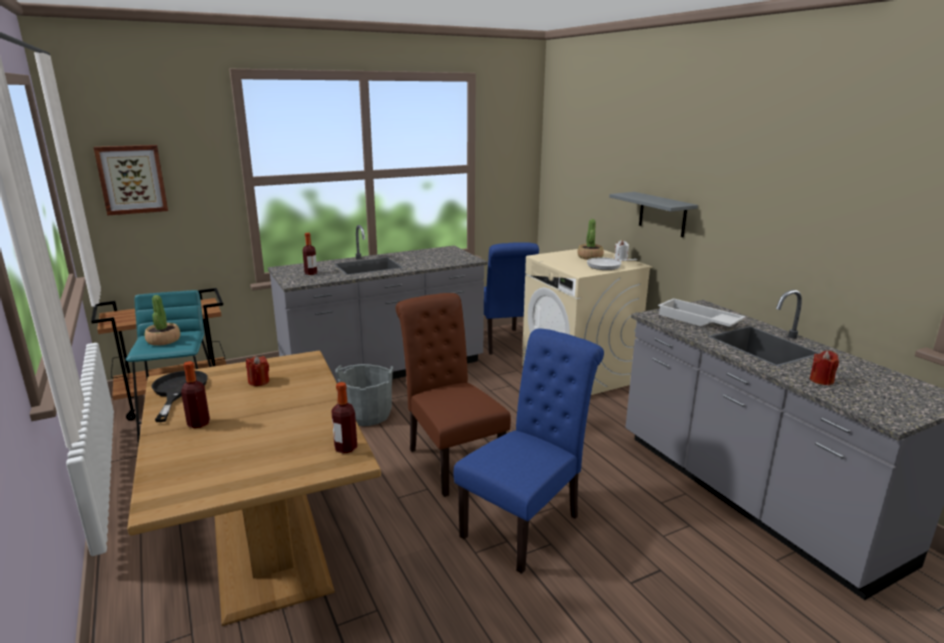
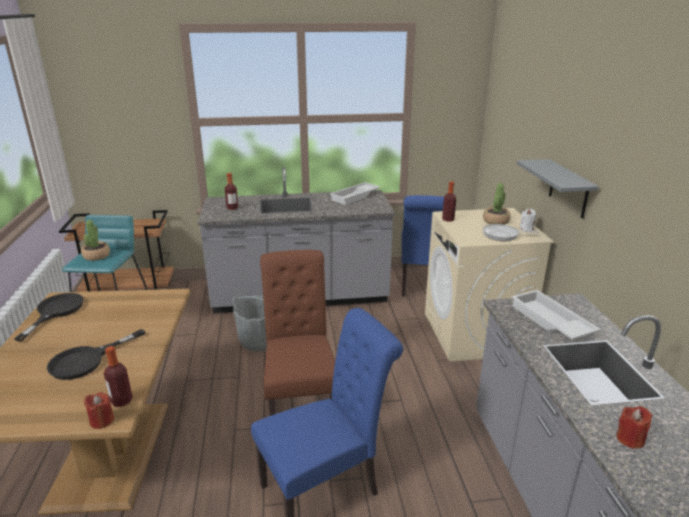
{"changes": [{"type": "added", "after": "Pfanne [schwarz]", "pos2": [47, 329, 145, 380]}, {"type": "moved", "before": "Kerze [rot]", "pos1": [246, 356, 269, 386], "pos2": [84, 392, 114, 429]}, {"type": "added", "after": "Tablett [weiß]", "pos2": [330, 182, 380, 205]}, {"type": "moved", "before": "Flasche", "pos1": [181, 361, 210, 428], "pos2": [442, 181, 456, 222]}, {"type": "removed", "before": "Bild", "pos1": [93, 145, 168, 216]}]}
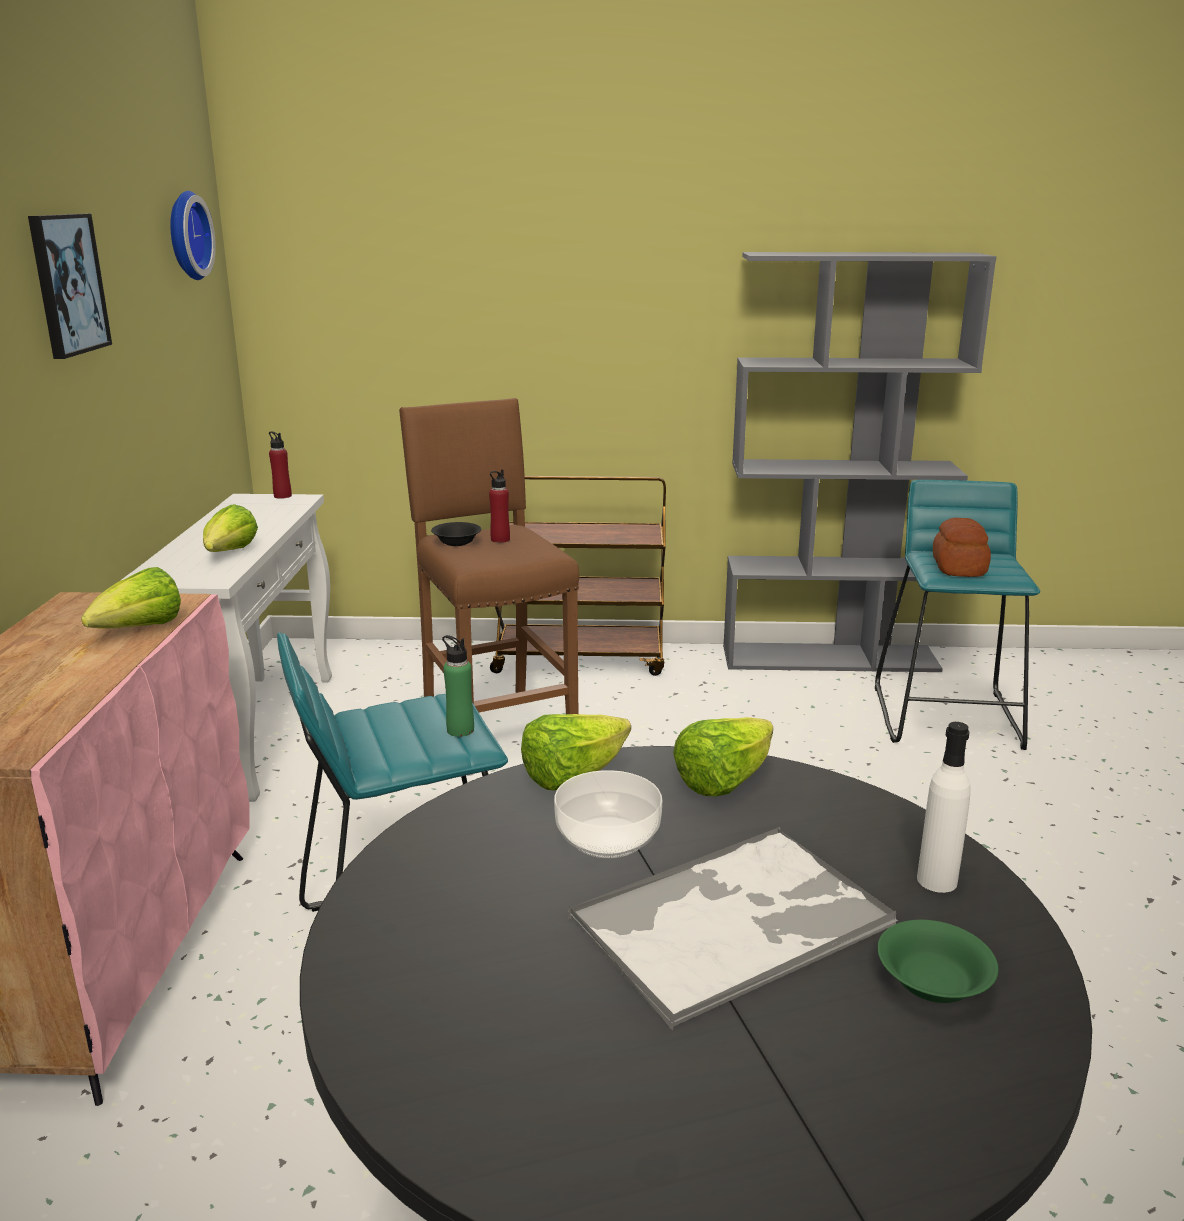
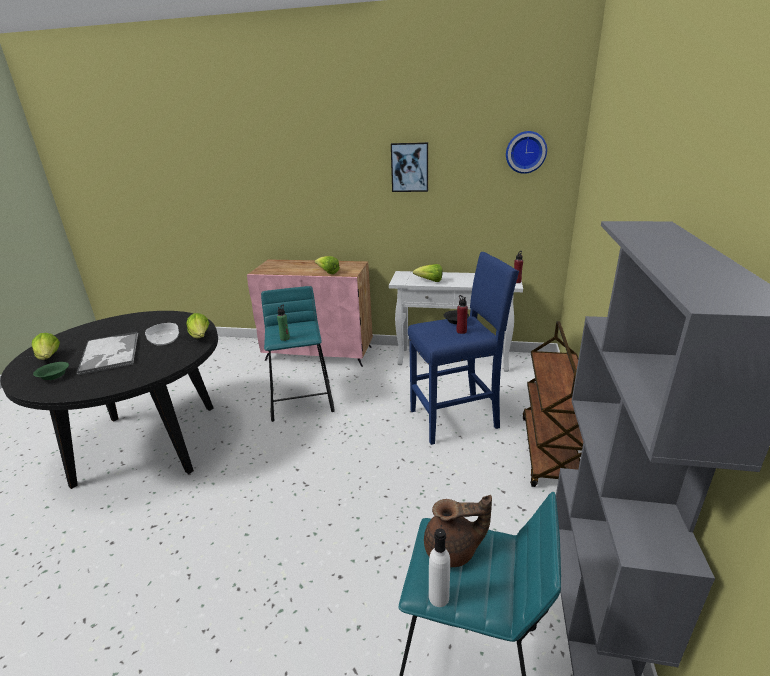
{"changes": [{"type": "moved", "before": "Salatkopf", "pos1": [673, 717, 773, 796], "pos2": [32, 333, 60, 360]}, {"type": "recoloured", "before": "Hocker [braun]", "after": "Hocker [blau]", "pos1": [399, 398, 579, 714], "pos2": [408, 252, 519, 445]}, {"type": "replaced", "before": "Brot", "after": "Teekanne [braun]", "pos1": [933, 518, 991, 577], "pos2": [424, 495, 492, 567]}, {"type": "moved", "before": "Flasche [weiß]", "pos1": [917, 722, 971, 893], "pos2": [429, 528, 450, 607]}]}
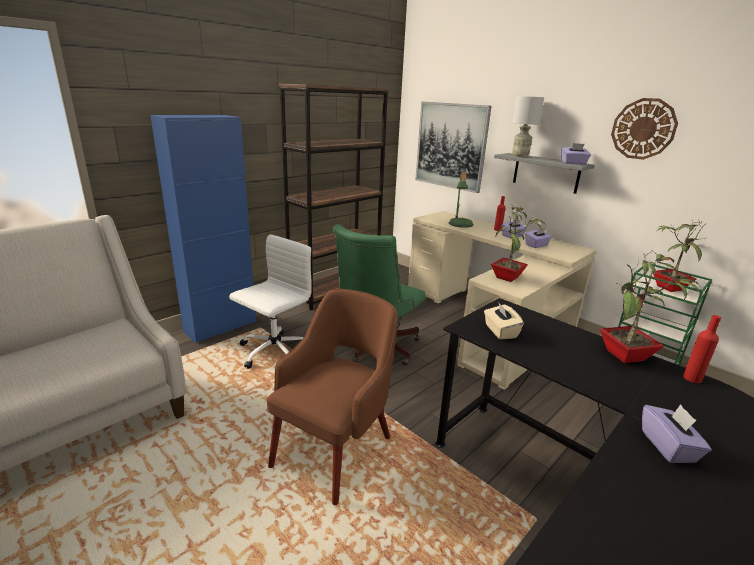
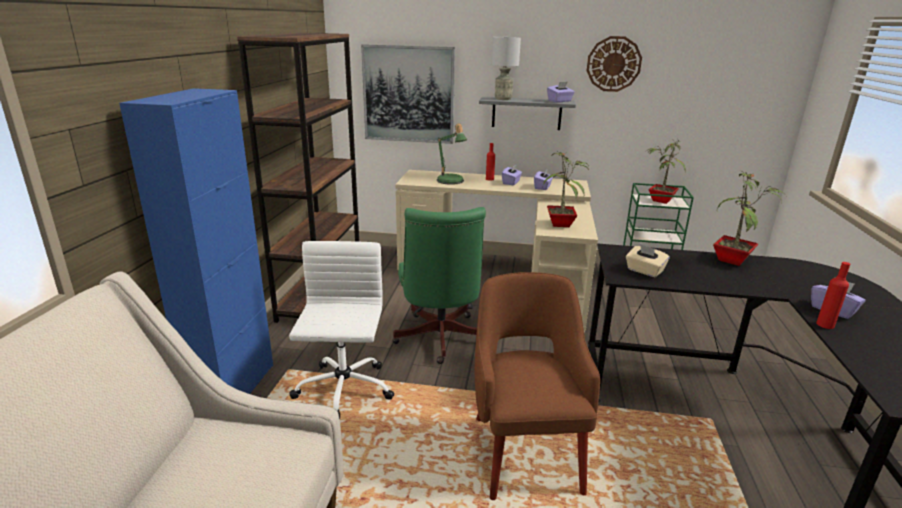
{"changes": [{"type": "moved", "before": "Flasche [rot]", "pos1": [683, 315, 721, 383], "pos2": [816, 262, 850, 329]}]}
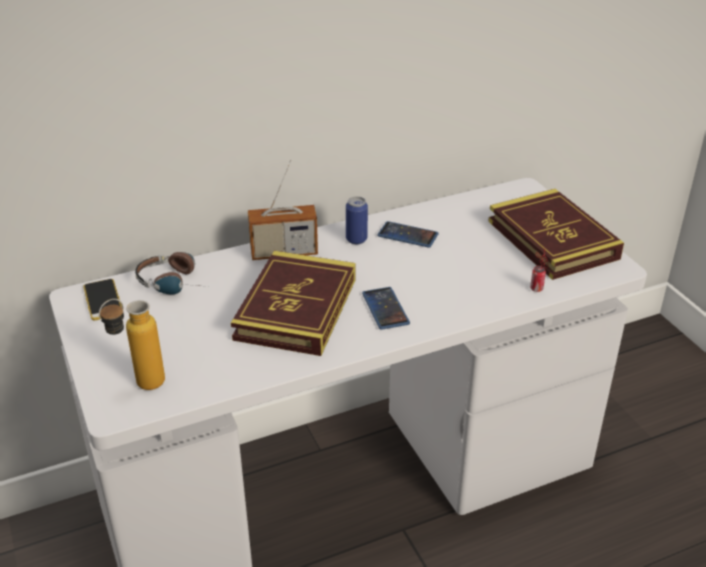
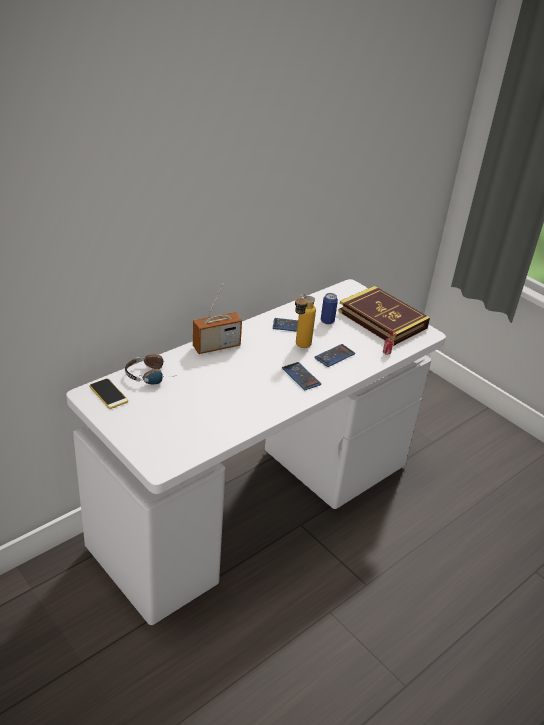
{"changes": [{"type": "moved", "before": "Flasche", "pos1": [99, 299, 165, 390], "pos2": [295, 294, 316, 348]}, {"type": "added", "after": "Handy", "pos2": [314, 344, 355, 367]}, {"type": "moved", "before": "Dose", "pos1": [346, 196, 368, 244], "pos2": [321, 293, 338, 324]}, {"type": "removed", "before": "Buch", "pos1": [231, 251, 356, 356]}]}
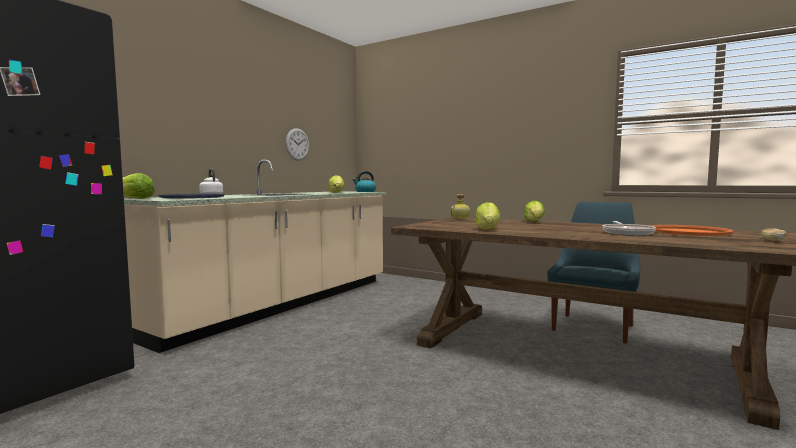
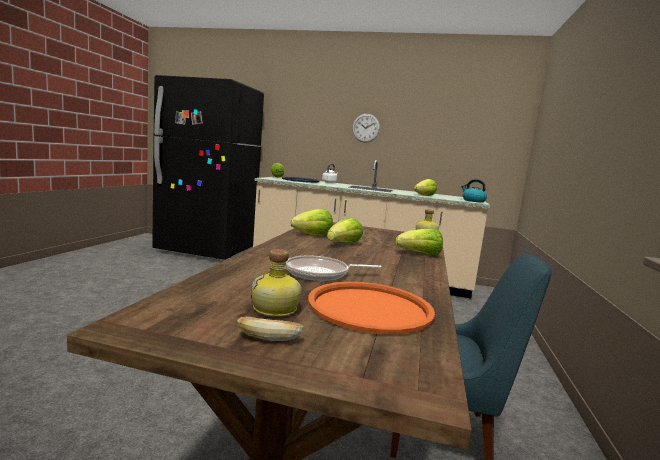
{"changes": [{"type": "added", "after": "Flasche", "pos2": [251, 249, 302, 317]}, {"type": "added", "after": "Salatkopf", "pos2": [327, 217, 363, 243]}, {"type": "moved", "before": "Wanduhr", "pos1": [286, 128, 309, 160], "pos2": [352, 114, 380, 143]}]}
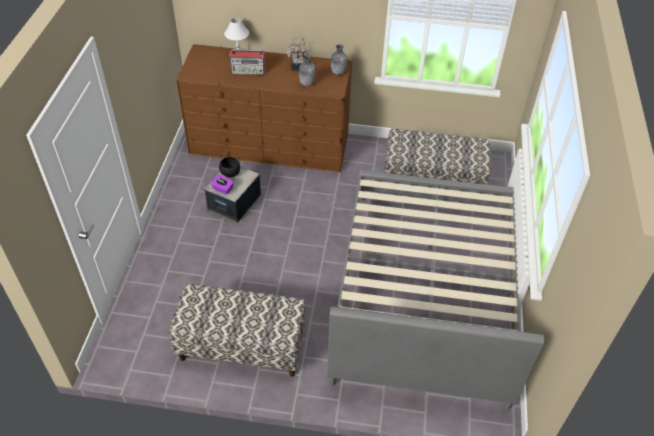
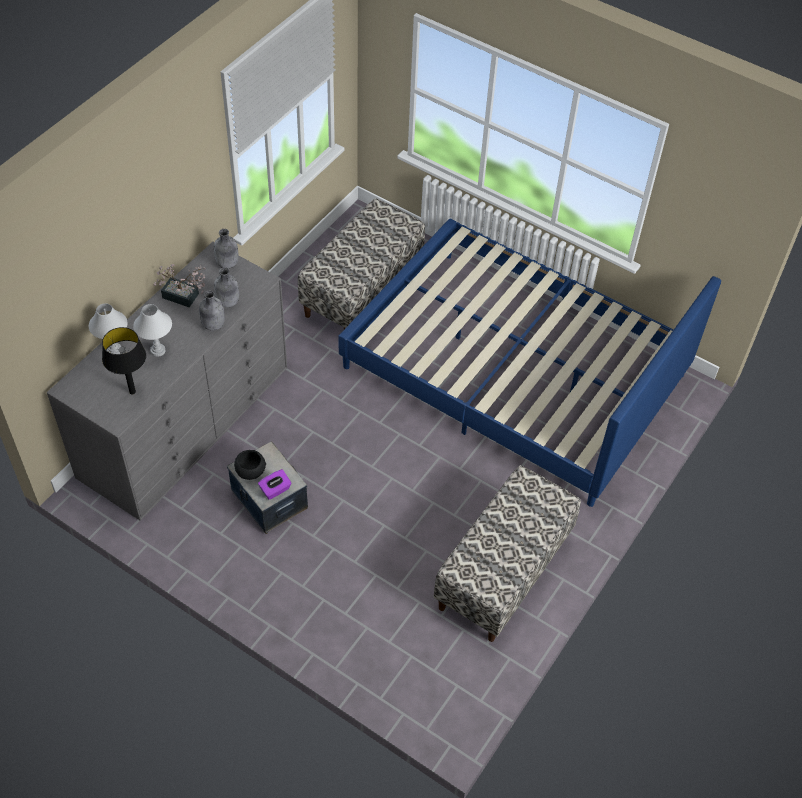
{"changes": [{"type": "recoloured", "before": "Kommode [braun]", "after": "Kommode [grau]", "pos1": [176, 44, 352, 172], "pos2": [47, 242, 287, 521]}, {"type": "added", "after": "Tischlampe [schwarz]", "pos2": [102, 327, 146, 395]}, {"type": "replaced", "before": "Radio", "after": "Tischlampe [weiß]", "pos1": [229, 49, 266, 75], "pos2": [133, 304, 172, 357]}, {"type": "added", "after": "Flasche [grau]", "pos2": [199, 290, 225, 331]}, {"type": "recoloured", "before": "Bett [grau]", "after": "Bett [blau]", "pos1": [327, 170, 544, 411], "pos2": [338, 218, 721, 507]}]}
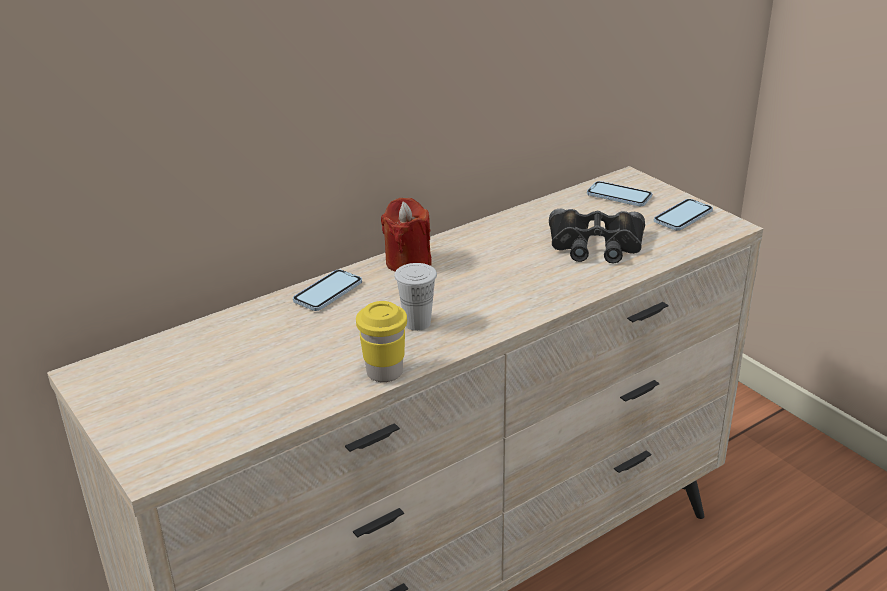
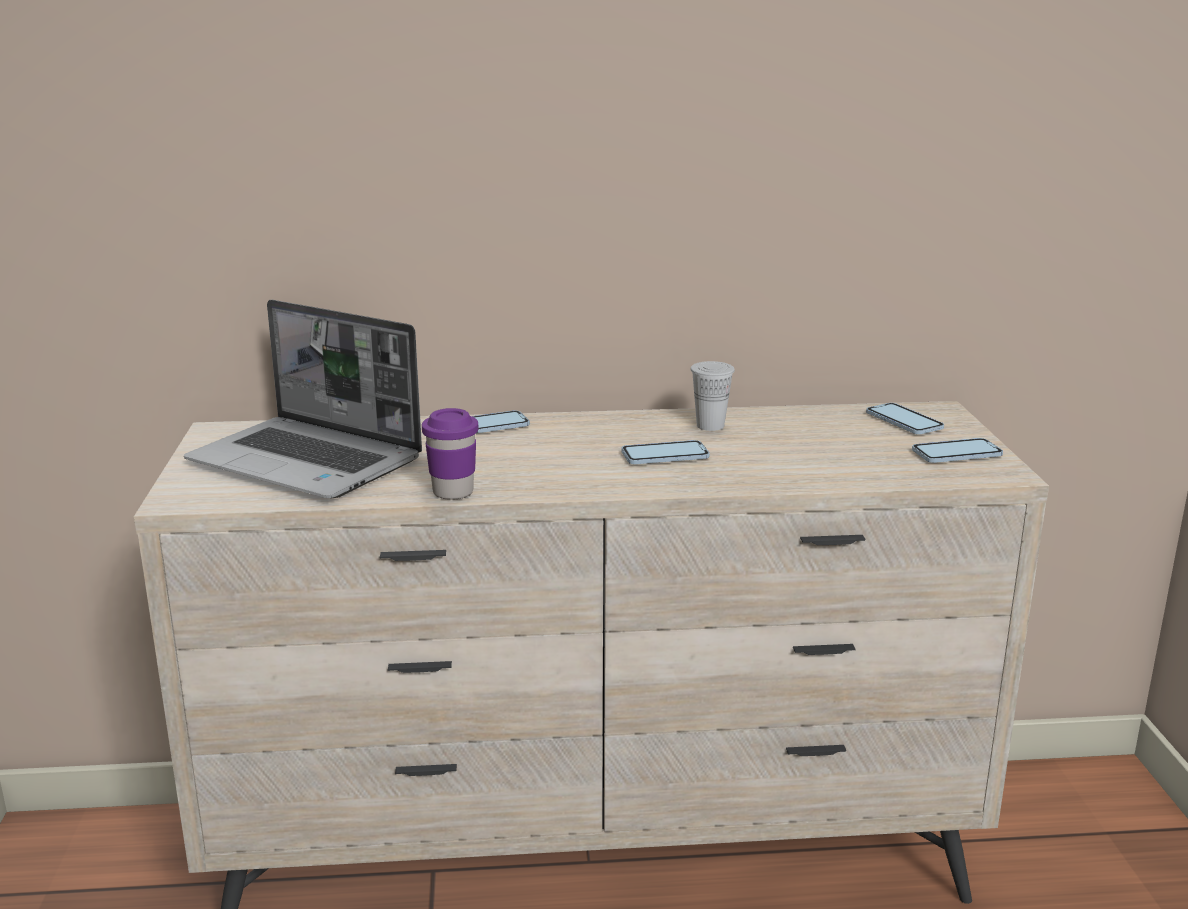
{"changes": [{"type": "added", "after": "Laptop", "pos2": [184, 300, 422, 498]}, {"type": "recoloured", "before": "Tasse [gelb]", "after": "Tasse [lila]", "pos1": [356, 301, 407, 382], "pos2": [422, 408, 479, 500]}, {"type": "added", "after": "Handy", "pos2": [621, 440, 710, 464]}, {"type": "moved", "before": "Tasse [weiß]", "pos1": [394, 263, 437, 331], "pos2": [690, 361, 735, 431]}, {"type": "removed", "before": "Kerze [rot]", "pos1": [381, 198, 432, 271]}, {"type": "removed", "before": "Fernglas [schwarz]", "pos1": [549, 208, 645, 263]}]}
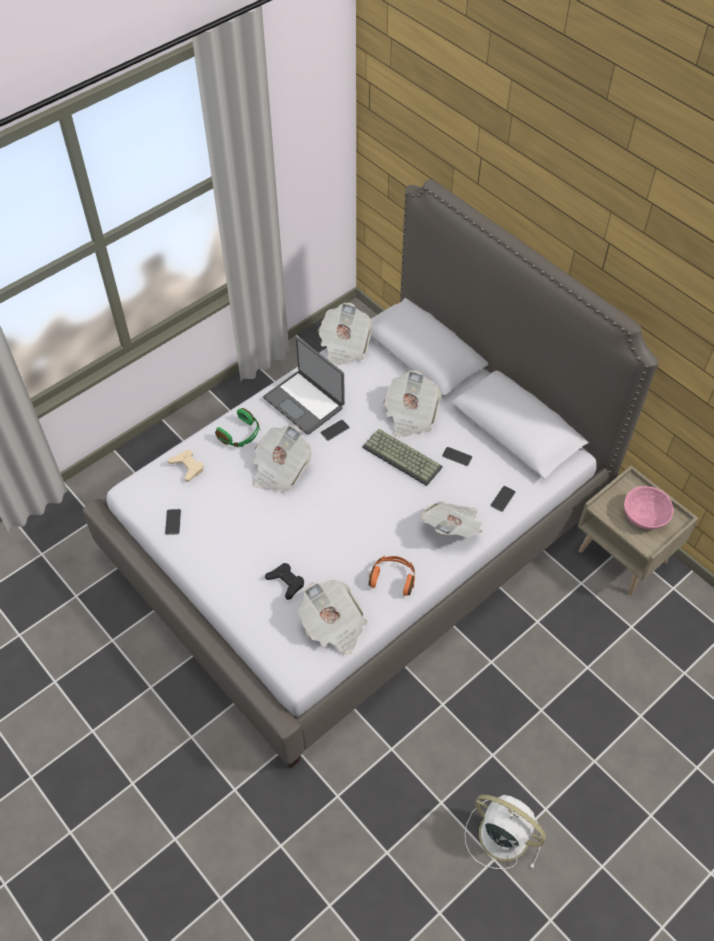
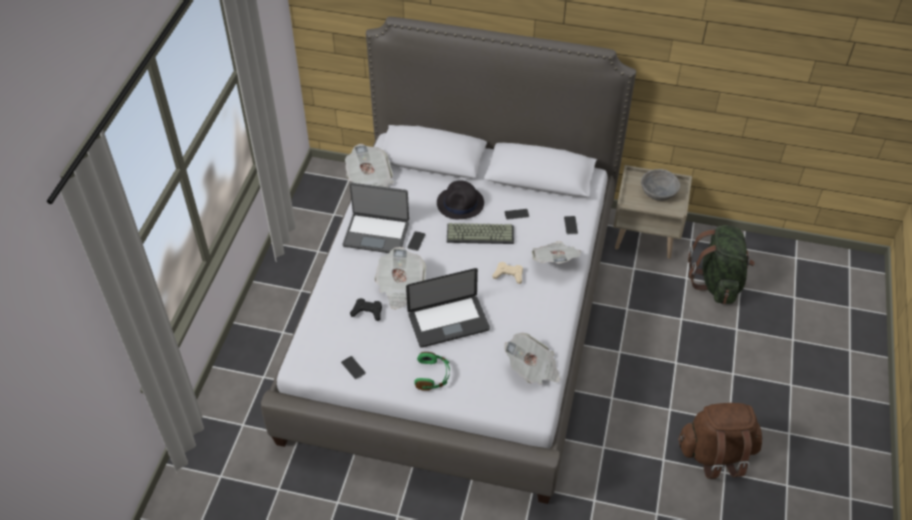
{"changes": [{"type": "moved", "before": "Gamepad [schwarz]", "pos1": [265, 563, 304, 600], "pos2": [350, 298, 382, 321]}, {"type": "added", "after": "Laptop", "pos2": [406, 268, 490, 348]}, {"type": "moved", "before": "Kopfhörer [grün]", "pos1": [215, 408, 260, 447], "pos2": [414, 352, 450, 391]}, {"type": "replaced", "before": "Zeitung", "after": "Hut [schwarz]", "pos1": [384, 370, 442, 437], "pos2": [437, 180, 484, 219]}, {"type": "moved", "before": "Gamepad [beige]", "pos1": [168, 450, 204, 482], "pos2": [492, 262, 523, 284]}, {"type": "recoloured", "before": "Schüssel [rosa]", "after": "Schüssel [grau]", "pos1": [624, 486, 673, 529], "pos2": [641, 169, 680, 201]}, {"type": "replaced", "before": "Ventilator [weiß]", "after": "Rucksack [braun]", "pos1": [465, 795, 546, 869], "pos2": [678, 403, 763, 479]}, {"type": "added", "after": "Rucksack [grün]", "pos2": [688, 225, 755, 304]}, {"type": "removed", "before": "Kopfhörer [orange]", "pos1": [369, 556, 415, 596]}]}
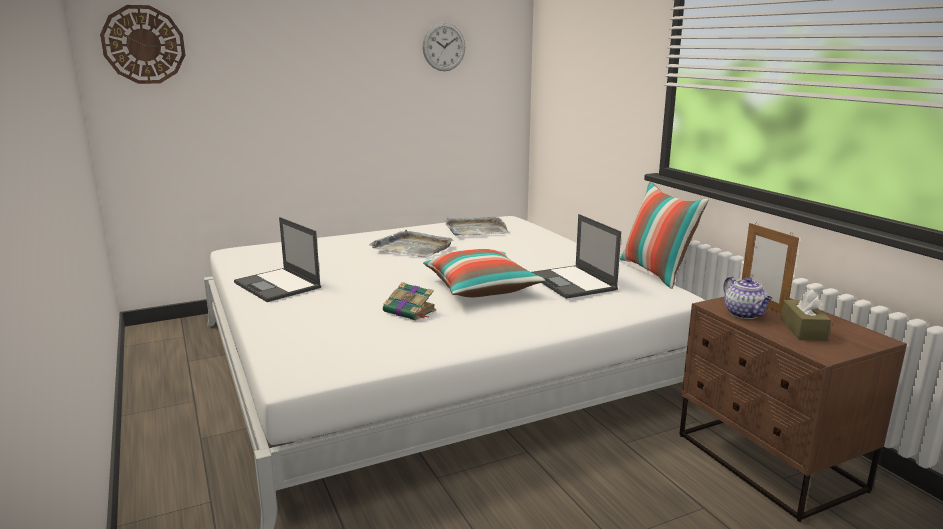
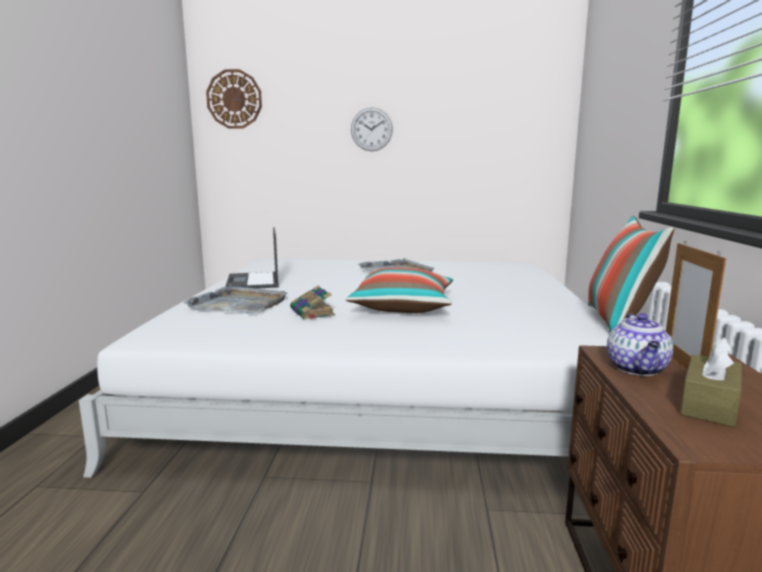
{"changes": [{"type": "moved", "before": "Tablett [grau]", "pos1": [445, 217, 509, 236], "pos2": [183, 285, 287, 314]}, {"type": "moved", "before": "Wanduhr", "pos1": [422, 23, 465, 71], "pos2": [351, 107, 393, 151]}, {"type": "removed", "before": "Laptop", "pos1": [532, 214, 621, 299]}]}
